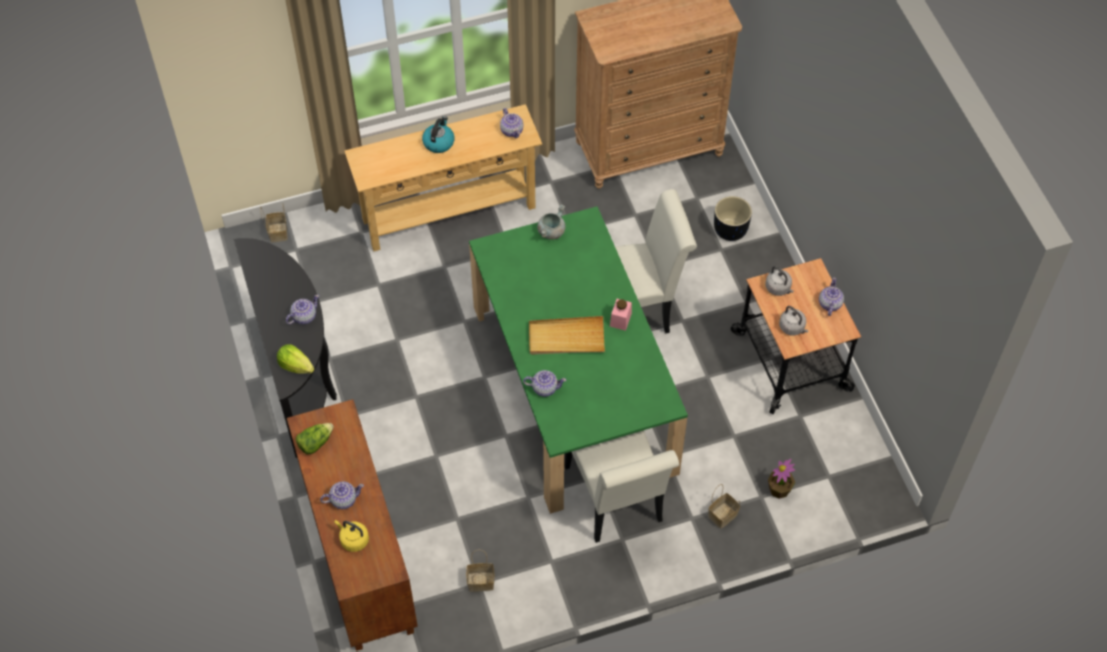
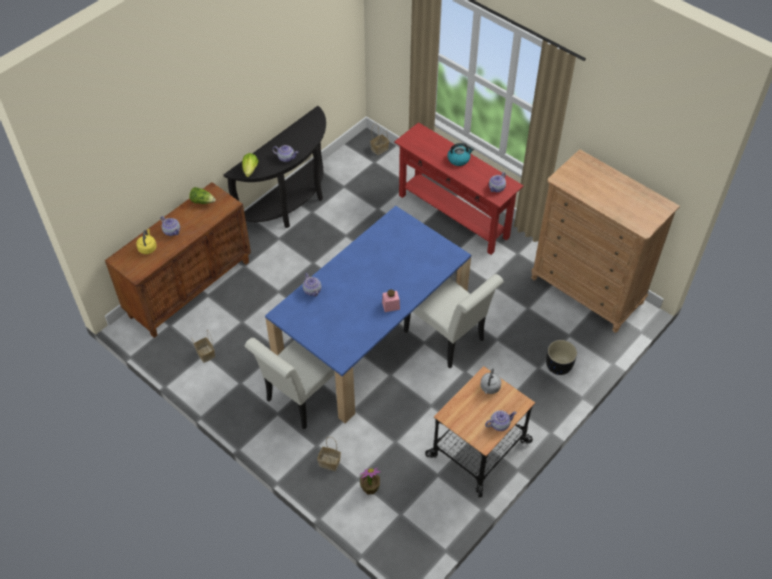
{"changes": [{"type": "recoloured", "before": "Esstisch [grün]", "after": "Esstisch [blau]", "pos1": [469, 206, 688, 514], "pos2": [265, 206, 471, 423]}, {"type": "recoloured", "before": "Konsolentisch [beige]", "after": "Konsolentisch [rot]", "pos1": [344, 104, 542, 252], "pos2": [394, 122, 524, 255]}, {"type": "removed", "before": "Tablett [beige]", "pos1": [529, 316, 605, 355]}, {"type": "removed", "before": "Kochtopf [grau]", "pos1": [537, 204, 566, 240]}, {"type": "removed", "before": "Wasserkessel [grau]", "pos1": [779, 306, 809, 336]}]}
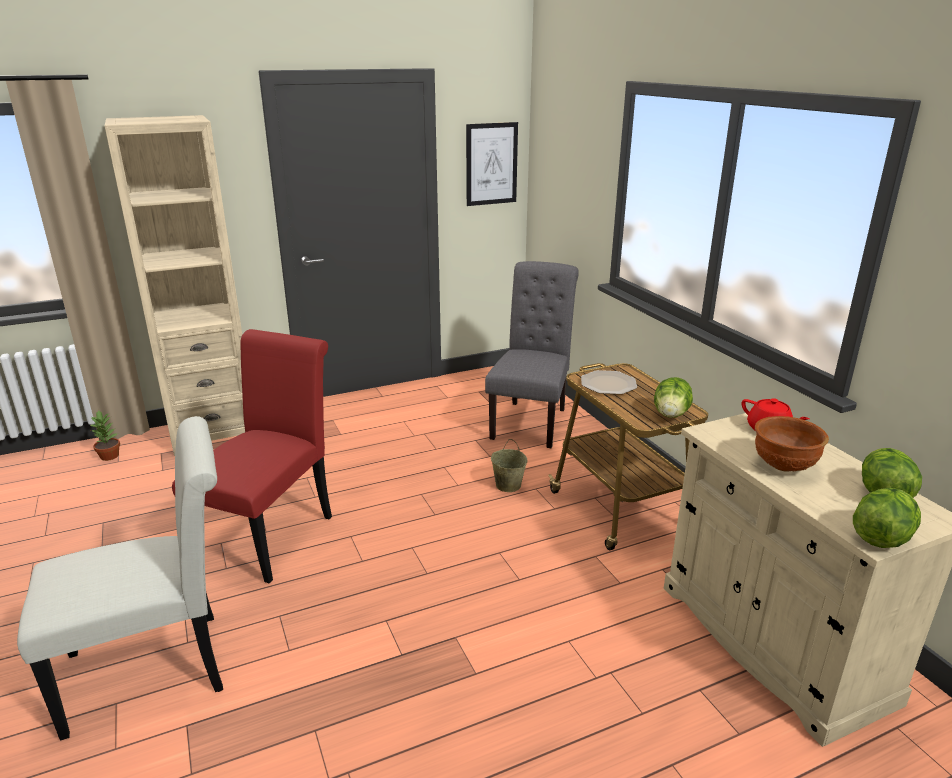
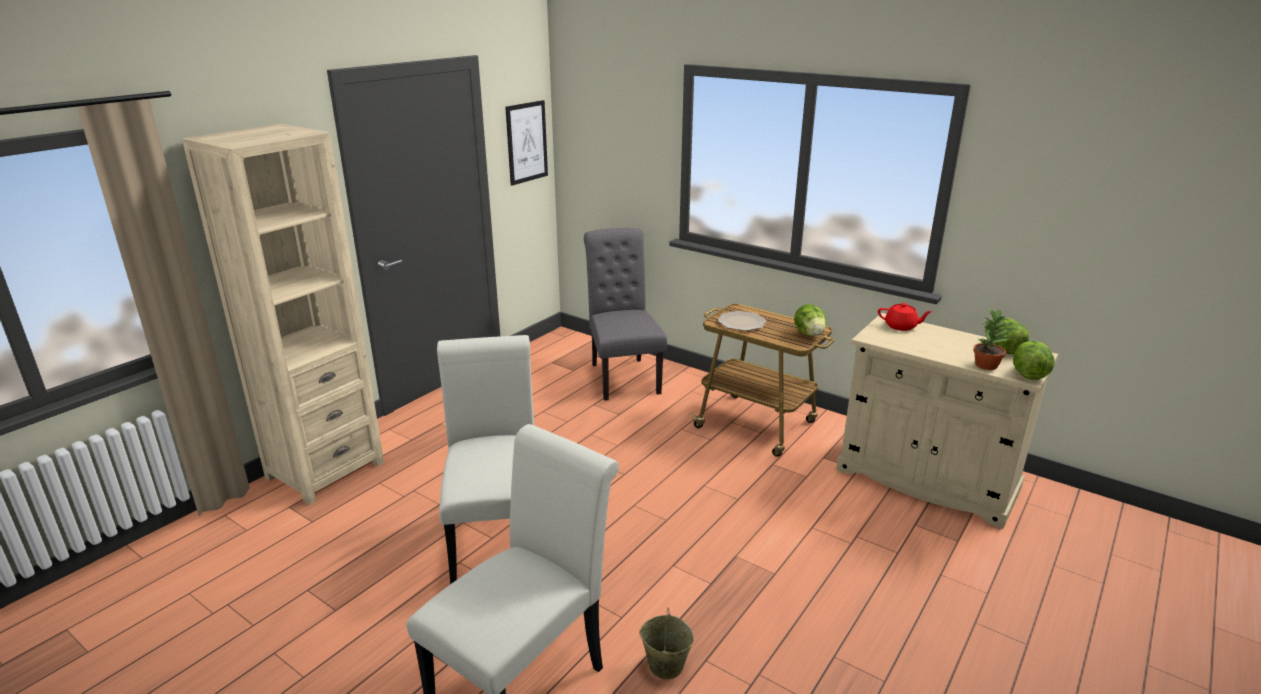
{"changes": [{"type": "recoloured", "before": "Stuhl [rot]", "after": "Stuhl [weiß]", "pos1": [172, 329, 332, 583], "pos2": [437, 335, 534, 584]}, {"type": "moved", "before": "Eimer [beige]", "pos1": [491, 439, 527, 492], "pos2": [639, 607, 694, 679]}, {"type": "moved", "before": "Topfpflanze", "pos1": [89, 409, 120, 461], "pos2": [973, 309, 1009, 370]}, {"type": "removed", "before": "Schüssel [braun]", "pos1": [755, 416, 829, 472]}]}
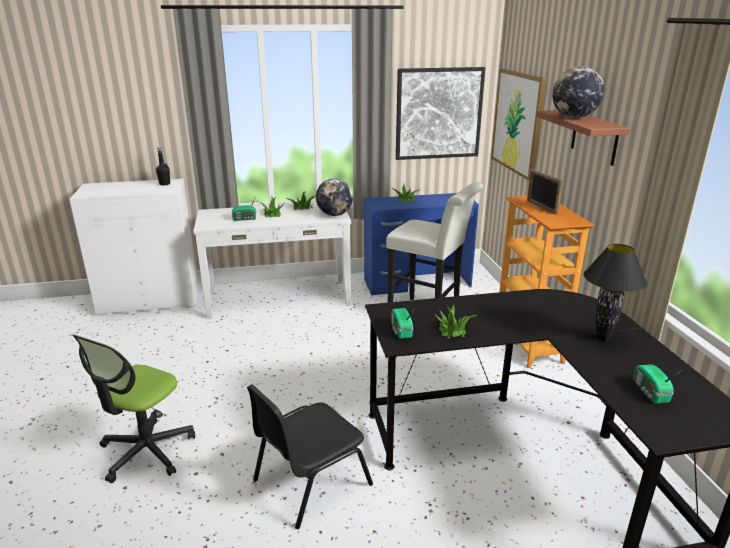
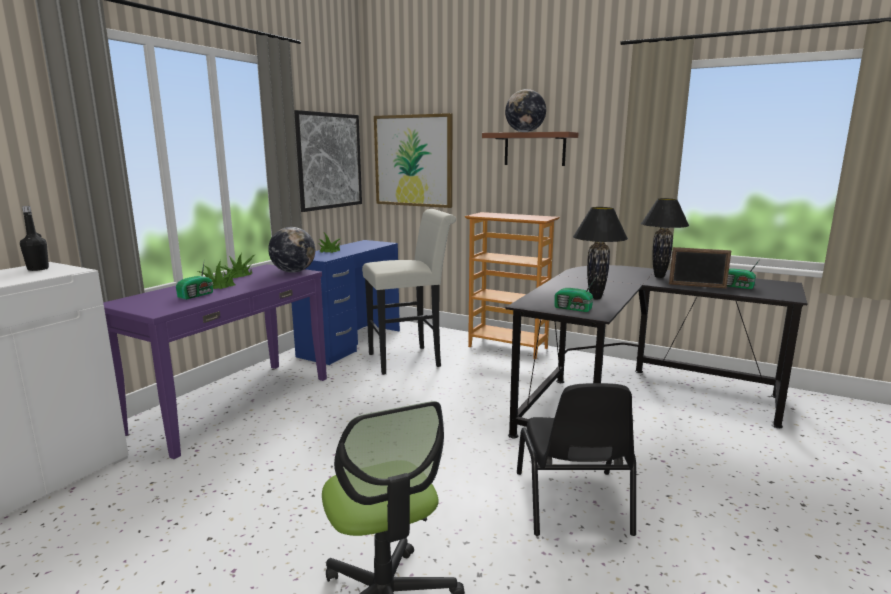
{"changes": [{"type": "recoloured", "before": "Konsolentisch [weiß]", "after": "Konsolentisch [lila]", "pos1": [193, 203, 351, 319], "pos2": [103, 264, 327, 459]}, {"type": "replaced", "before": "Topfpflanze", "after": "Tischlampe [schwarz]", "pos1": [434, 304, 477, 339], "pos2": [573, 207, 628, 299]}, {"type": "moved", "before": "Bilderrahmen", "pos1": [527, 169, 563, 215], "pos2": [669, 247, 731, 288]}]}
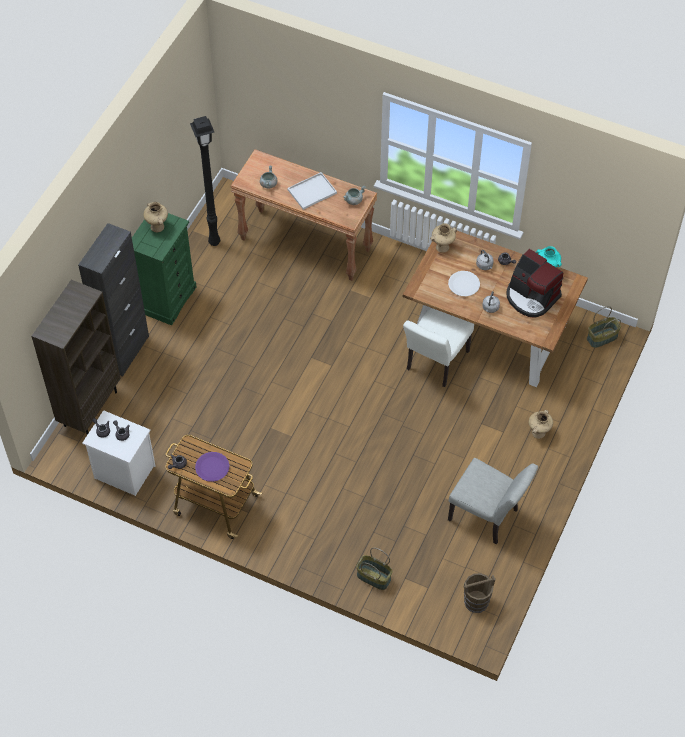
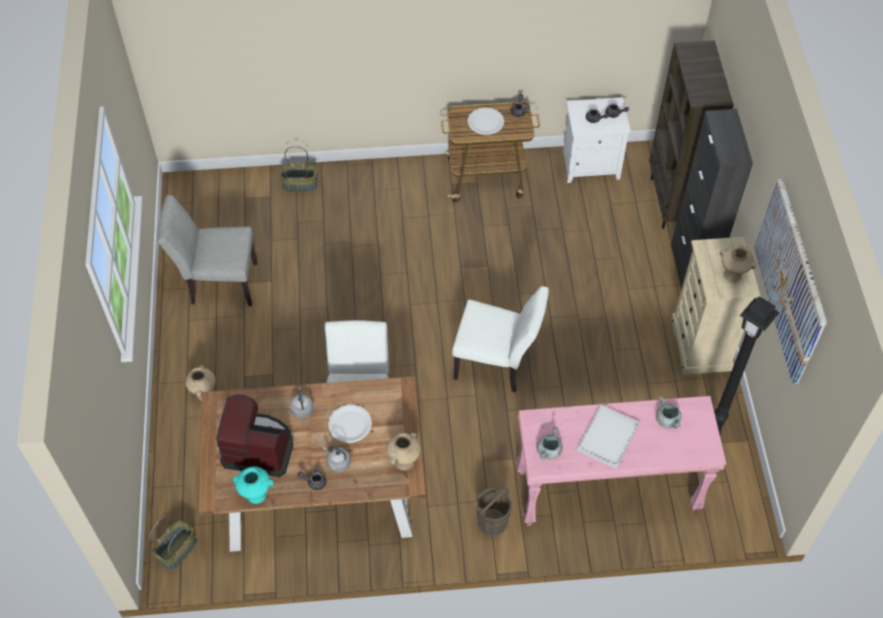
{"changes": [{"type": "added", "after": "Stuhl [weiß]", "pos2": [452, 286, 549, 392]}, {"type": "recoloured", "before": "Teller [lila]", "after": "Teller [weiß]", "pos1": [195, 452, 230, 482], "pos2": [468, 107, 504, 135]}, {"type": "moved", "before": "Eimer [braun]", "pos1": [463, 573, 495, 613], "pos2": [476, 484, 512, 536]}, {"type": "recoloured", "before": "Konsolentisch [braun]", "after": "Konsolentisch [rosa]", "pos1": [231, 149, 377, 281], "pos2": [517, 396, 726, 526]}, {"type": "recoloured", "before": "Kommode [grün]", "after": "Kommode [beige]", "pos1": [132, 213, 196, 325], "pos2": [671, 237, 760, 375]}, {"type": "added", "after": "Bild", "pos2": [754, 179, 827, 385]}]}
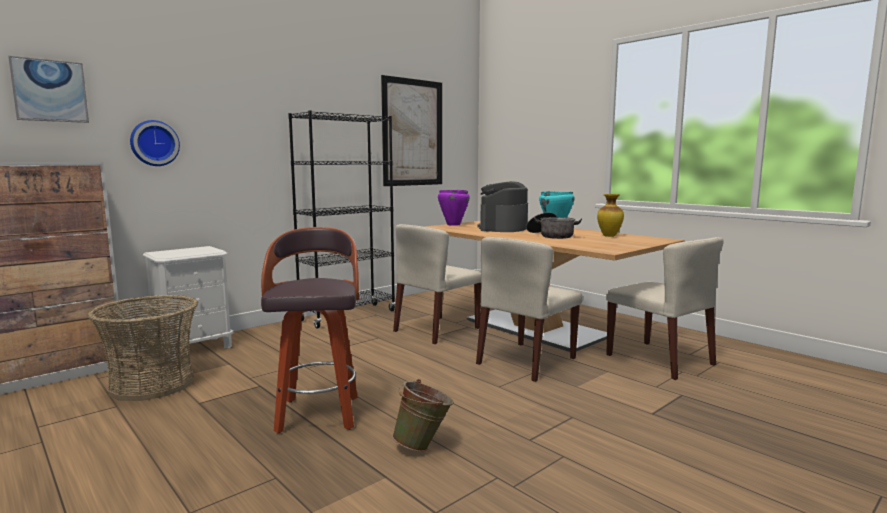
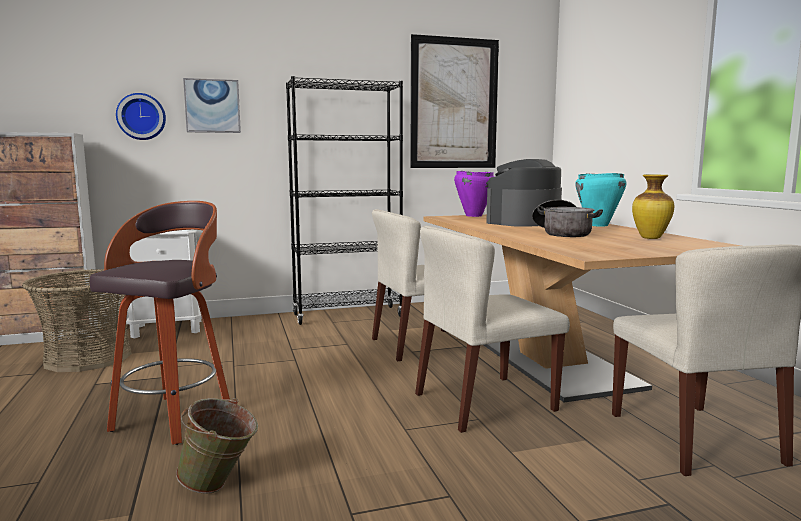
{"changes": [{"type": "moved", "before": "Bild", "pos1": [8, 56, 89, 123], "pos2": [183, 78, 241, 133]}]}
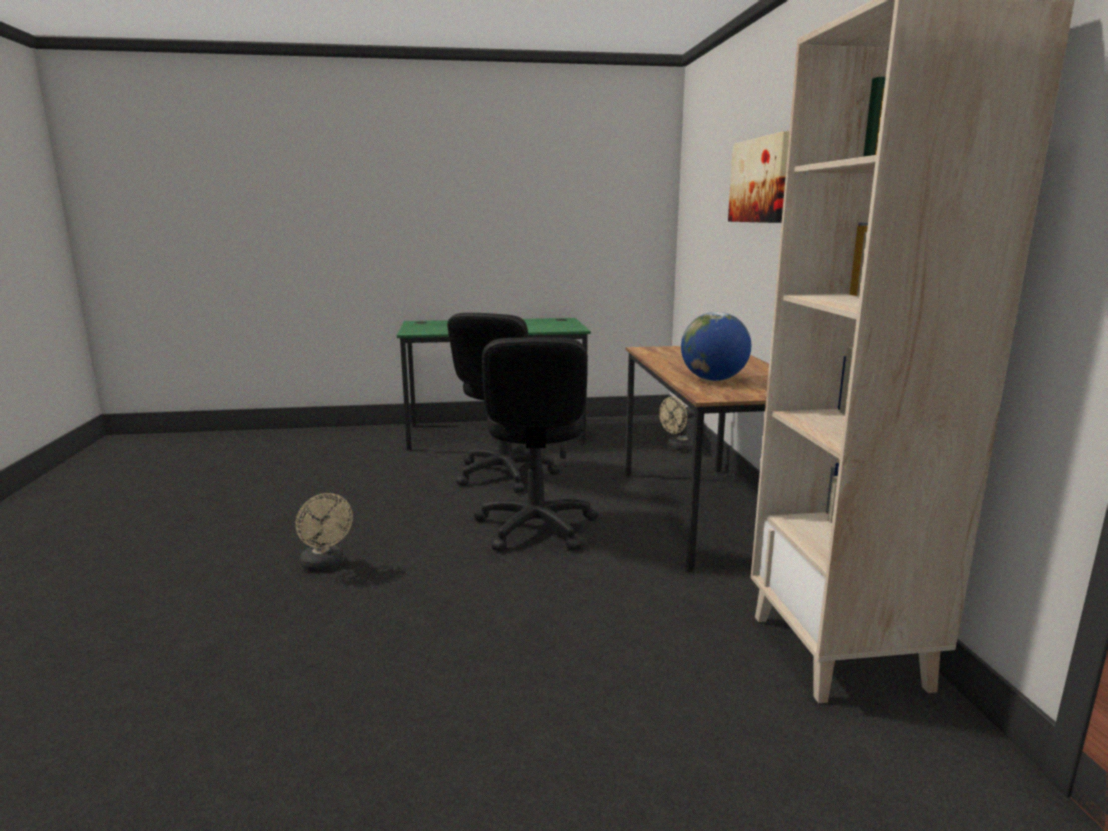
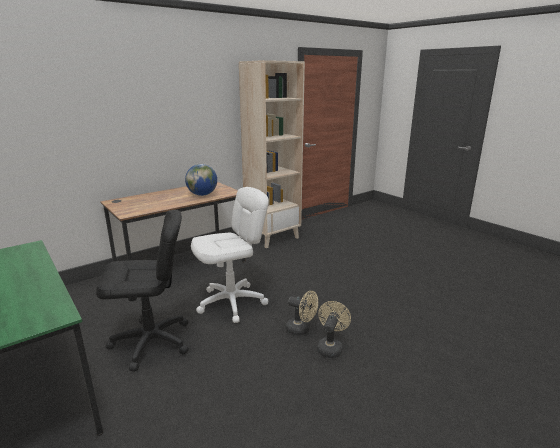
{"changes": [{"type": "recoloured", "before": "Bürostuhl [schwarz]", "after": "Bürostuhl [weiß]", "pos1": [474, 337, 598, 552], "pos2": [191, 187, 269, 323]}, {"type": "moved", "before": "Ventilator [beige]", "pos1": [659, 397, 695, 451], "pos2": [286, 291, 318, 336]}, {"type": "removed", "before": "Bild", "pos1": [728, 131, 789, 223]}]}
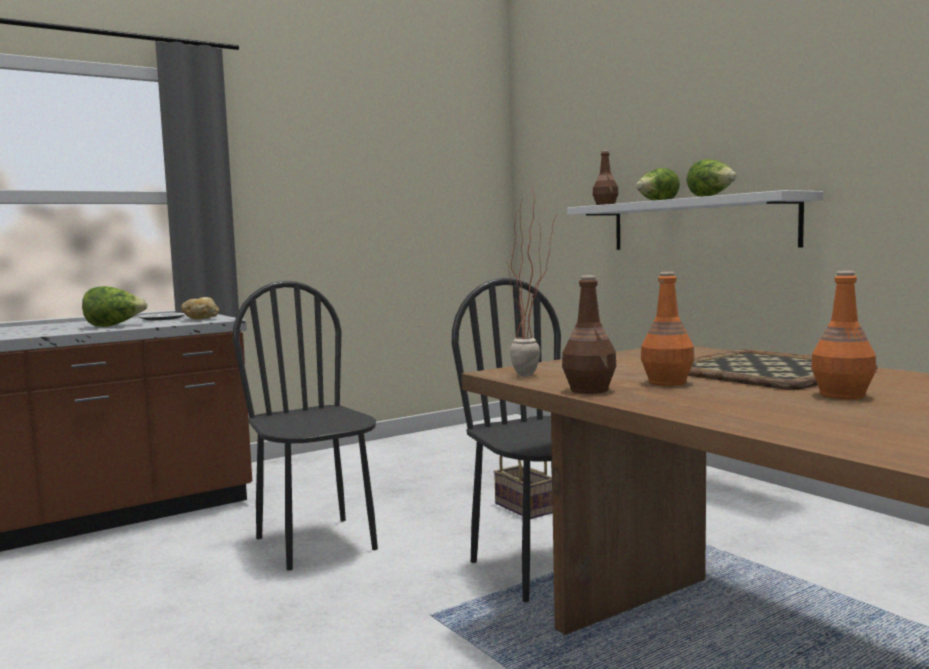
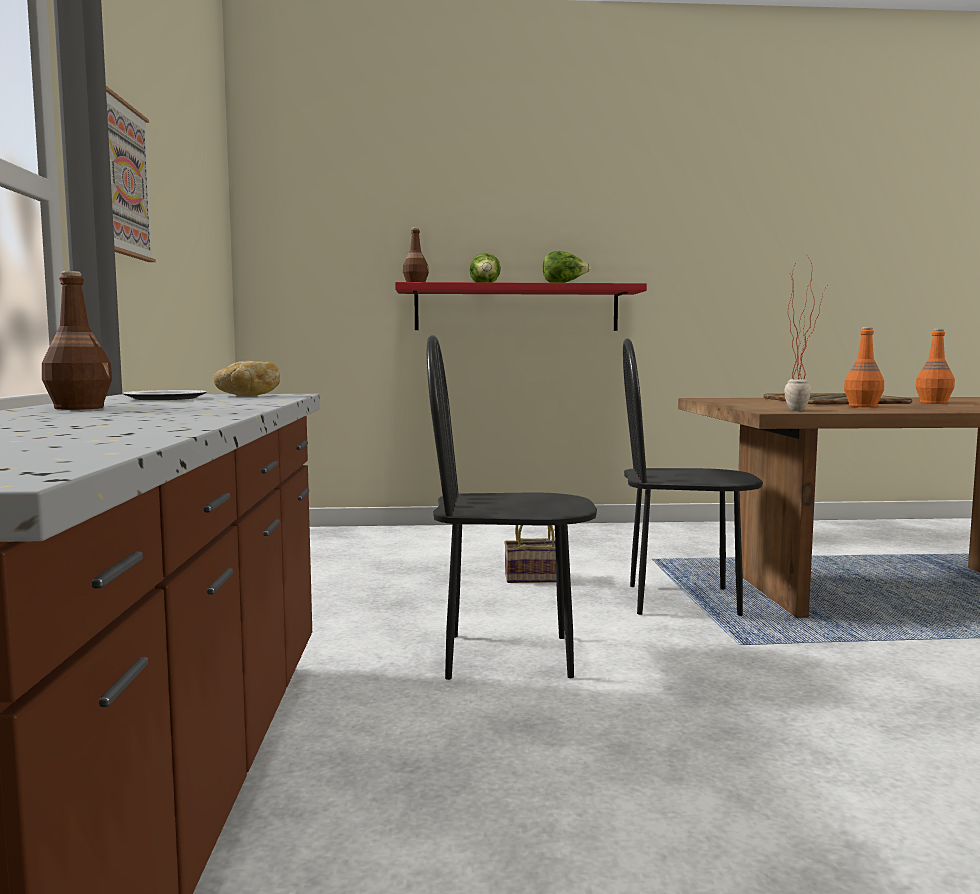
{"changes": [{"type": "moved", "before": "Flasche [braun]", "pos1": [562, 275, 616, 394], "pos2": [42, 271, 112, 410]}, {"type": "added", "after": "Bild", "pos2": [106, 86, 156, 262]}, {"type": "recoloured", "before": "Wandregal [weiß]", "after": "Wandregal [rot]", "pos1": [567, 190, 823, 250], "pos2": [395, 282, 647, 331]}, {"type": "removed", "before": "Salatkopf", "pos1": [82, 286, 148, 327]}]}
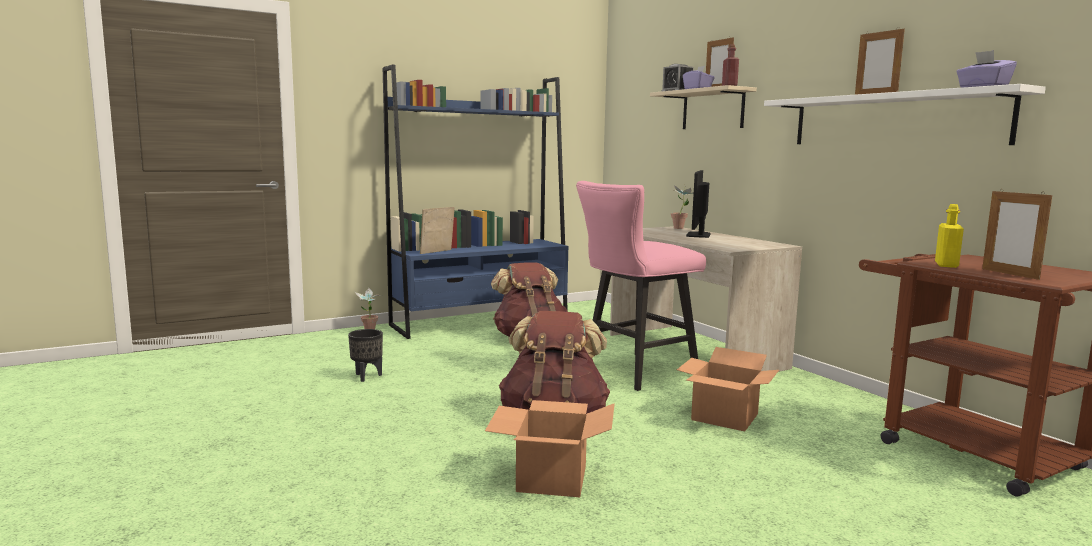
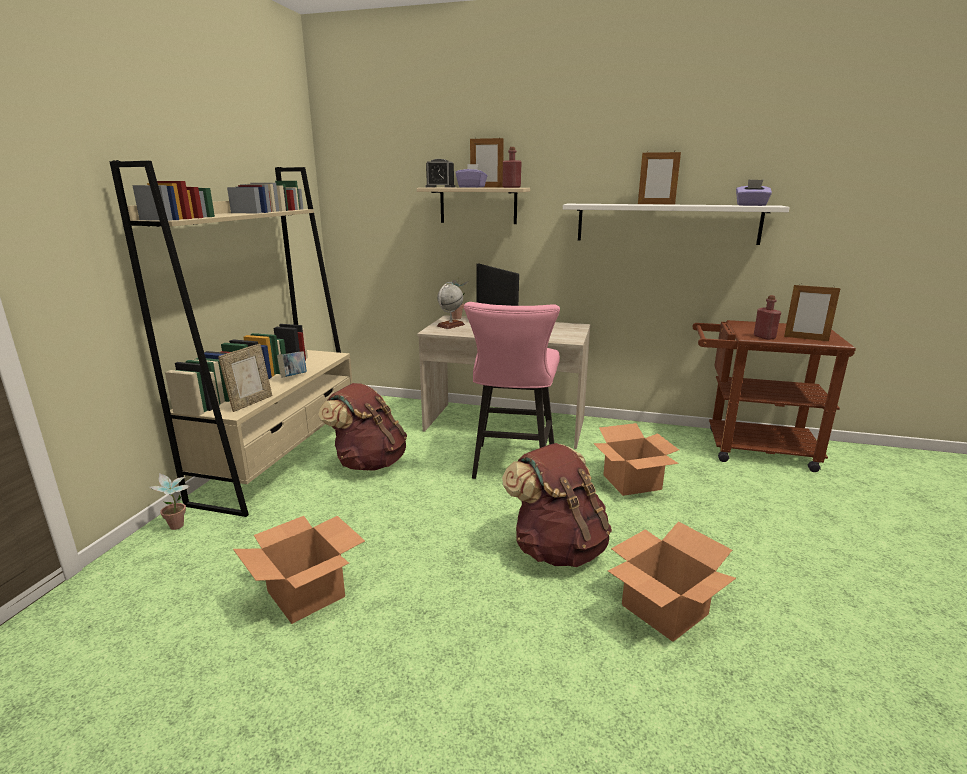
{"changes": [{"type": "recoloured", "before": "Bücherregal [blau]", "after": "Bücherregal [beige]", "pos1": [383, 64, 568, 339], "pos2": [110, 160, 352, 517]}, {"type": "turned", "before": "Bilderrahmen", "pos1": [420, 207, 455, 254], "pos2": [218, 344, 272, 412], "turn": -150}, {"type": "replaced", "before": "Pflanzkübel [schwarz]", "after": "Karton", "pos1": [348, 329, 383, 382], "pos2": [233, 516, 365, 624]}, {"type": "added", "after": "Buch", "pos2": [277, 351, 307, 378]}, {"type": "added", "after": "Globus", "pos2": [437, 284, 465, 329]}, {"type": "recoloured", "before": "Flasche [gelb]", "after": "Flasche [rot]", "pos1": [935, 204, 964, 268], "pos2": [754, 295, 781, 340]}]}
